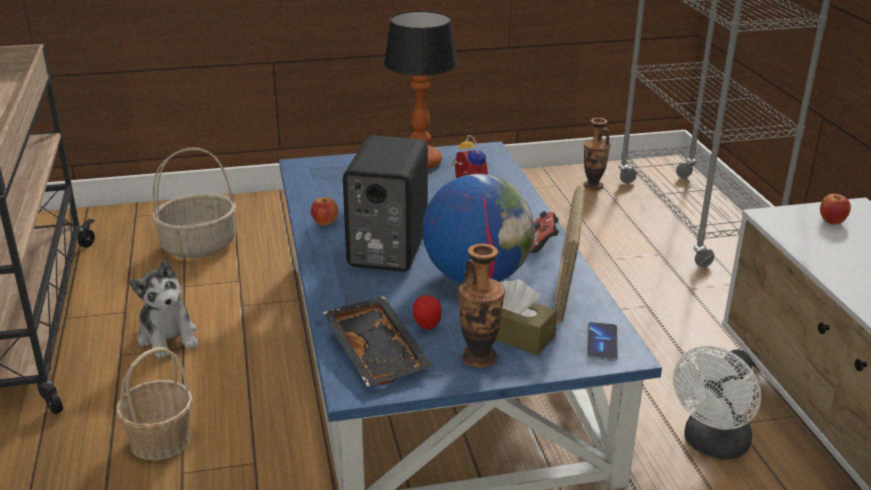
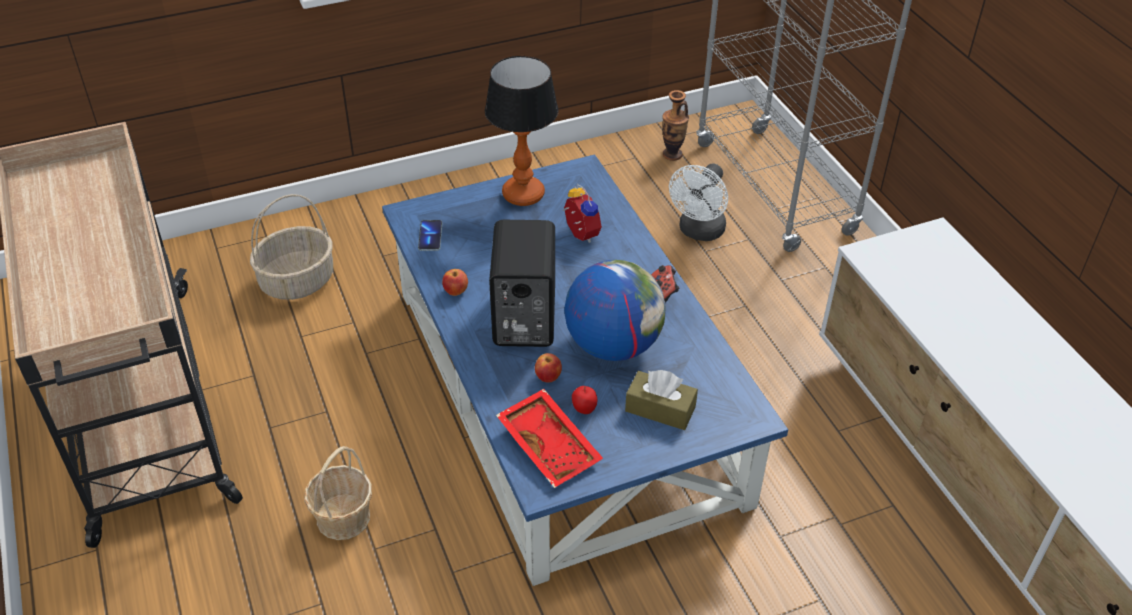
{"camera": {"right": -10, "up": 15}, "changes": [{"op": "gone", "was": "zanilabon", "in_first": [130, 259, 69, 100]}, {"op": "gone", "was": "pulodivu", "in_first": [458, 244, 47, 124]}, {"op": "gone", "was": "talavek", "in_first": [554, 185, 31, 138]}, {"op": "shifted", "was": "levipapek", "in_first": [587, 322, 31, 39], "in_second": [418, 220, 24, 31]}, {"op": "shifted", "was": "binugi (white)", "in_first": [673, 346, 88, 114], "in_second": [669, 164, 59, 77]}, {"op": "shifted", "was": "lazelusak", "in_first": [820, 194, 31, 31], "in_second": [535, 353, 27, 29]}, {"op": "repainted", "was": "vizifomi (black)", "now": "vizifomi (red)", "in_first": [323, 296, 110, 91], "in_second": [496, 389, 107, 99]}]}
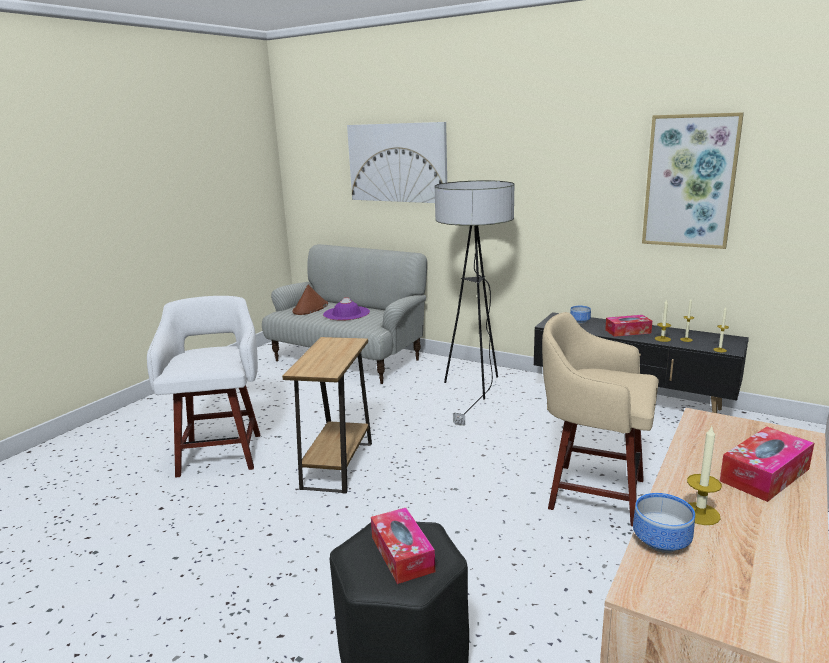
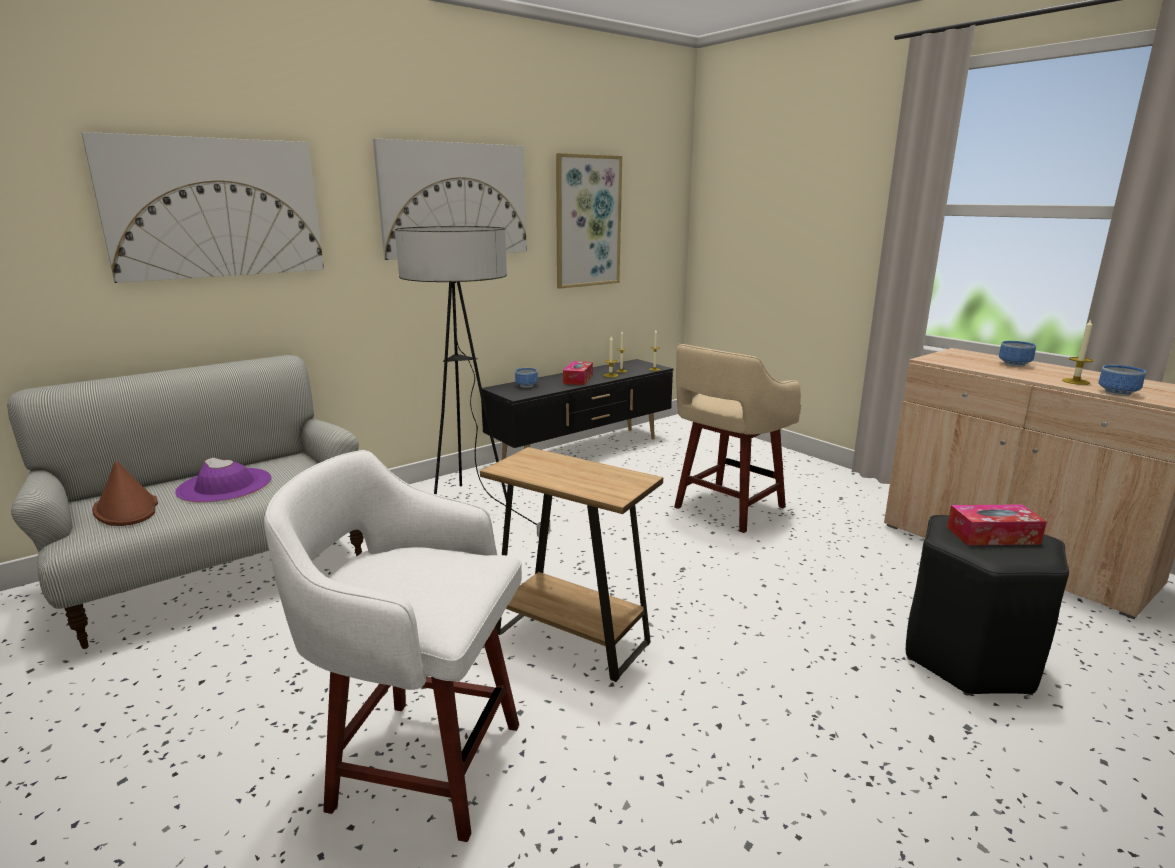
{"camera": {"right": -70, "up": 0}, "changes": [{"op": "new", "now": "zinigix", "in_second": [373, 138, 154, 122]}, {"op": "swapped", "was": "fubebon", "now": "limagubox", "in_first": [720, 427, 94, 75], "in_second": [999, 341, 37, 26]}]}
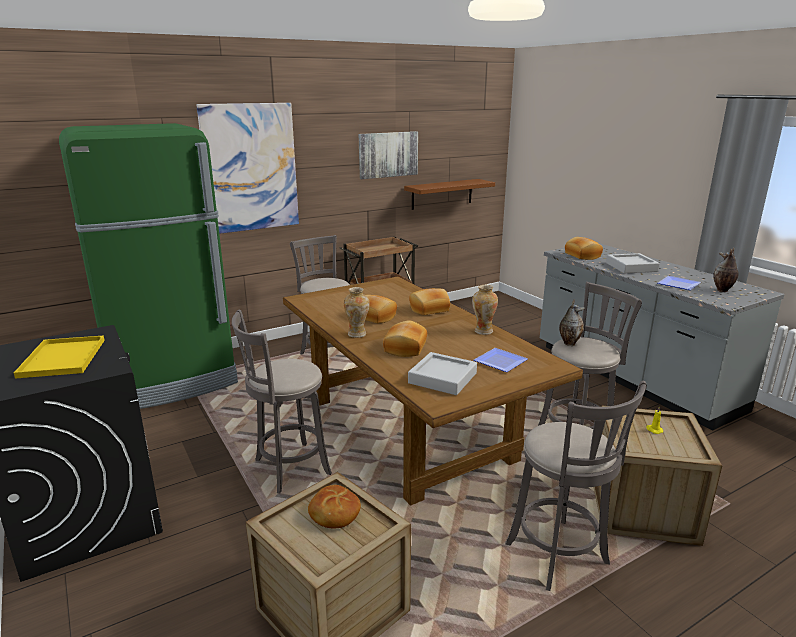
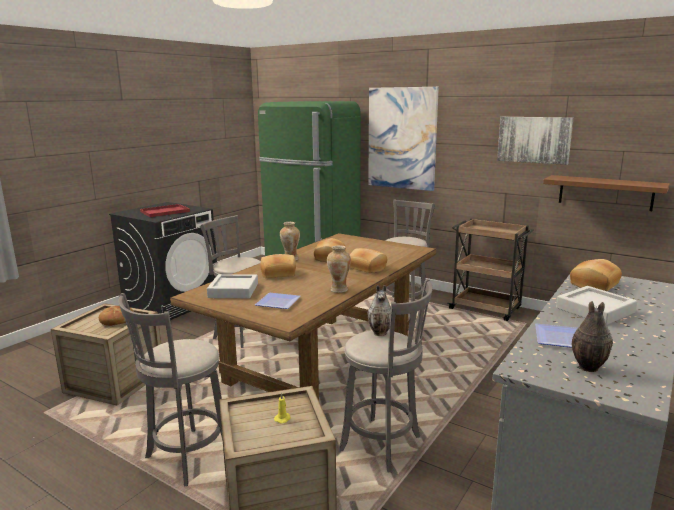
{"camera": {"right": 65, "up": -5}, "changes": [{"op": "repainted", "was": "vizifomi (yellow)", "now": "vizifomi (red)", "in_first": [14, 335, 91, 44], "in_second": [140, 204, 50, 13]}]}
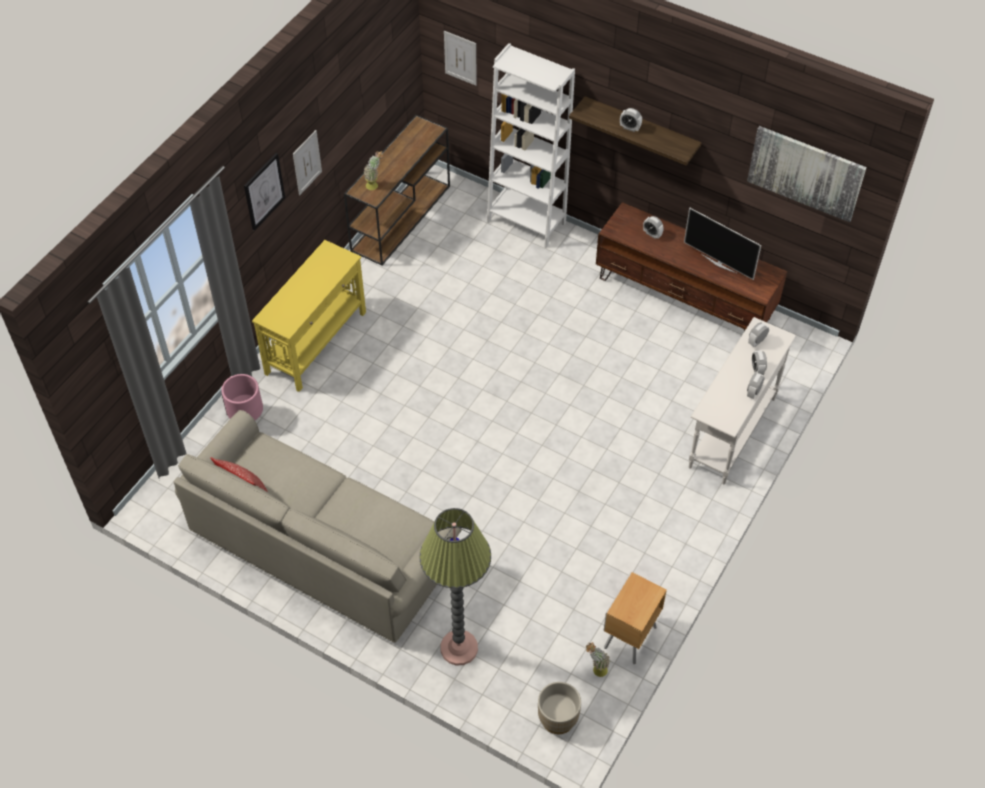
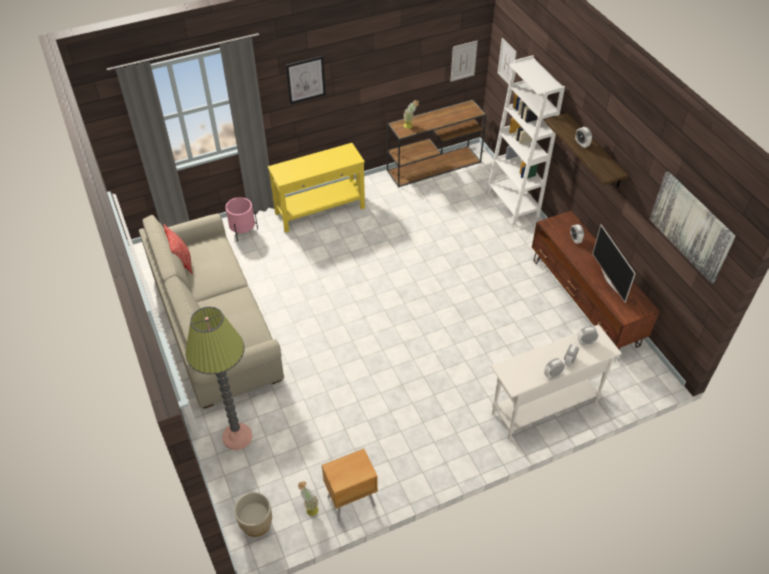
{"camera": {"right": 35, "up": -5}, "changes": [{"op": "shifted", "was": "zinigix", "in_first": [293, 130, 29, 65], "in_second": [451, 41, 27, 41]}]}
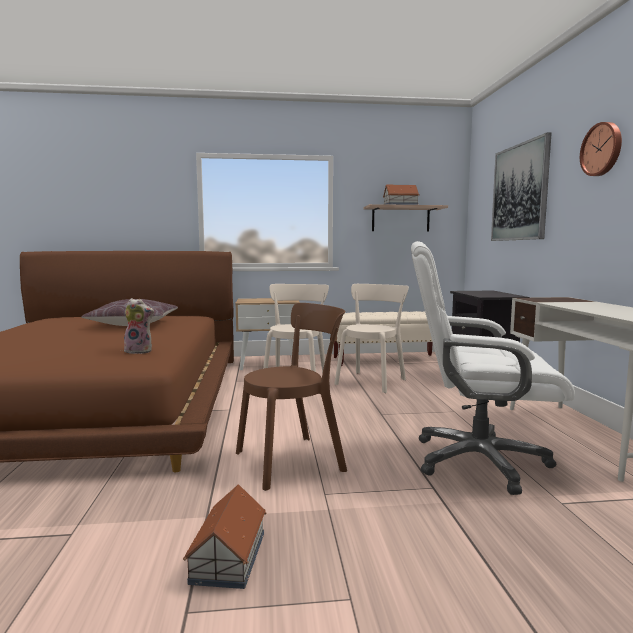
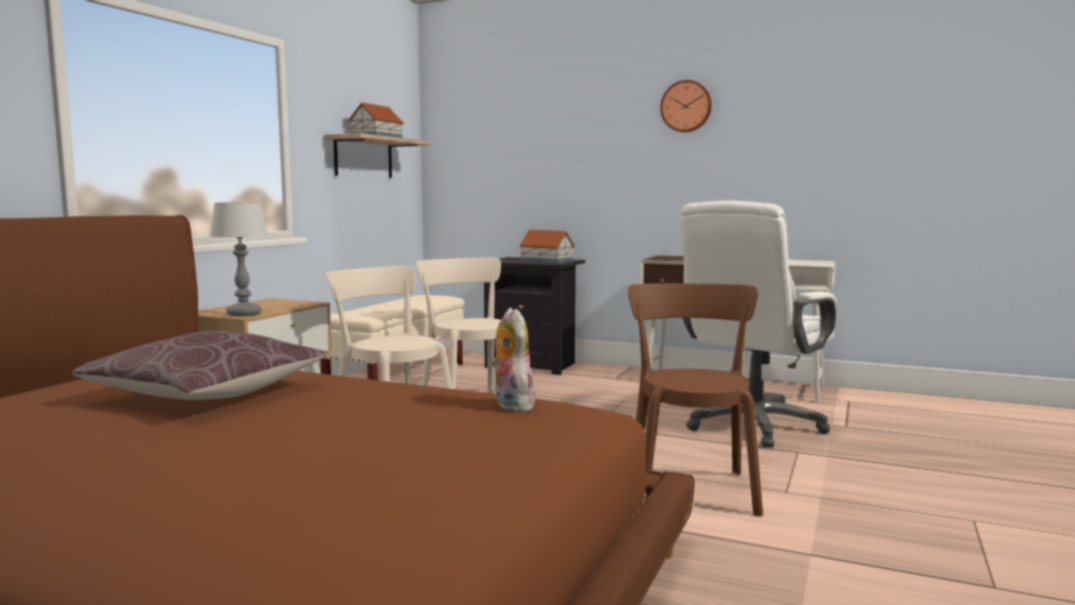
{"camera": {"right": -60, "up": 0}, "changes": [{"op": "gone", "was": "zinigix", "in_first": [491, 132, 60, 109]}, {"op": "new", "now": "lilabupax", "in_second": [210, 202, 58, 114]}, {"op": "shifted", "was": "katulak", "in_first": [183, 484, 83, 105], "in_second": [520, 230, 55, 33]}, {"op": "rotated", "was": "zanilabon", "in_first": [124, 298, 30, 56], "in_second": [490, 308, 45, 104], "clockwise": -60}]}
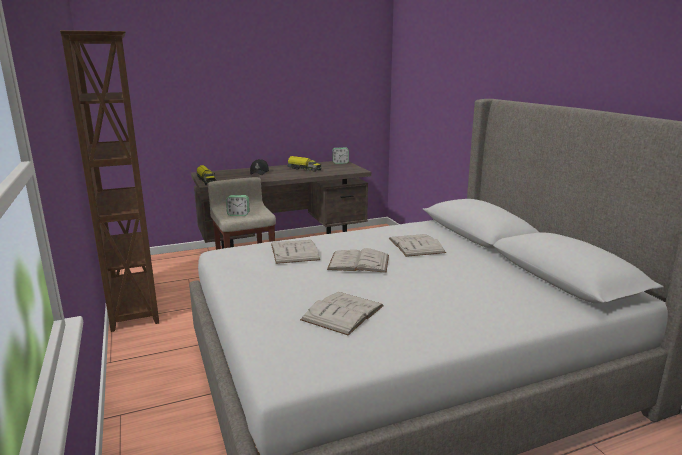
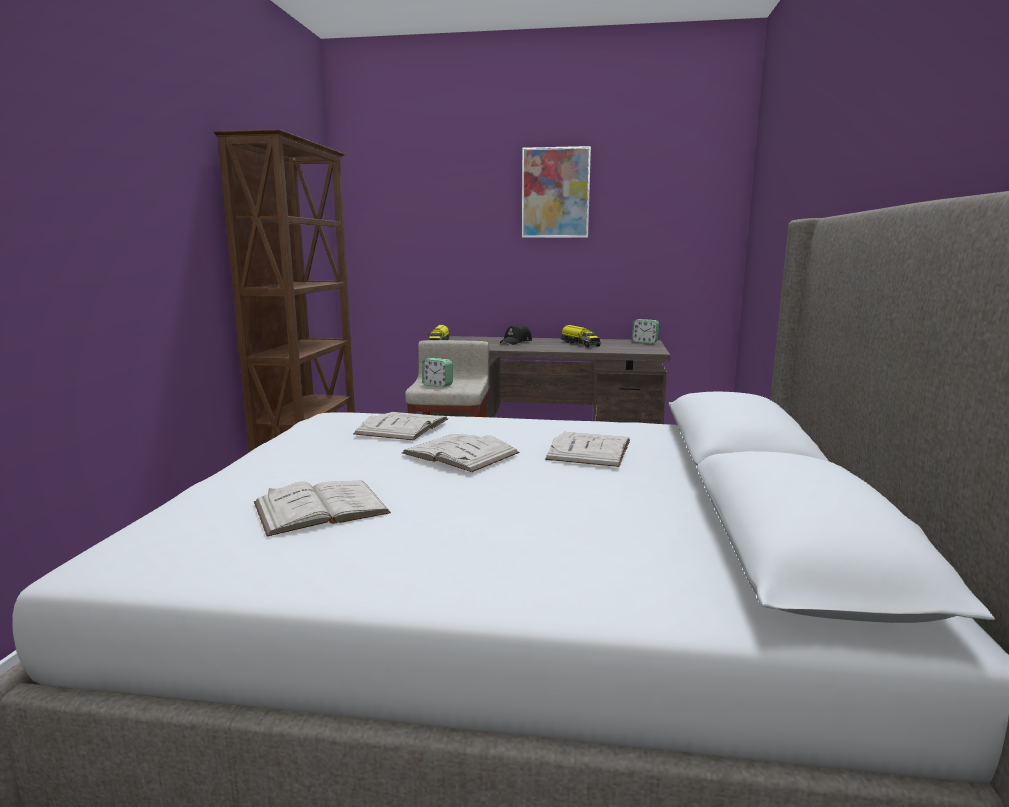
{"camera": {"right": 30, "up": -5}, "changes": [{"op": "new", "now": "zinigix", "in_second": [522, 146, 69, 92]}]}
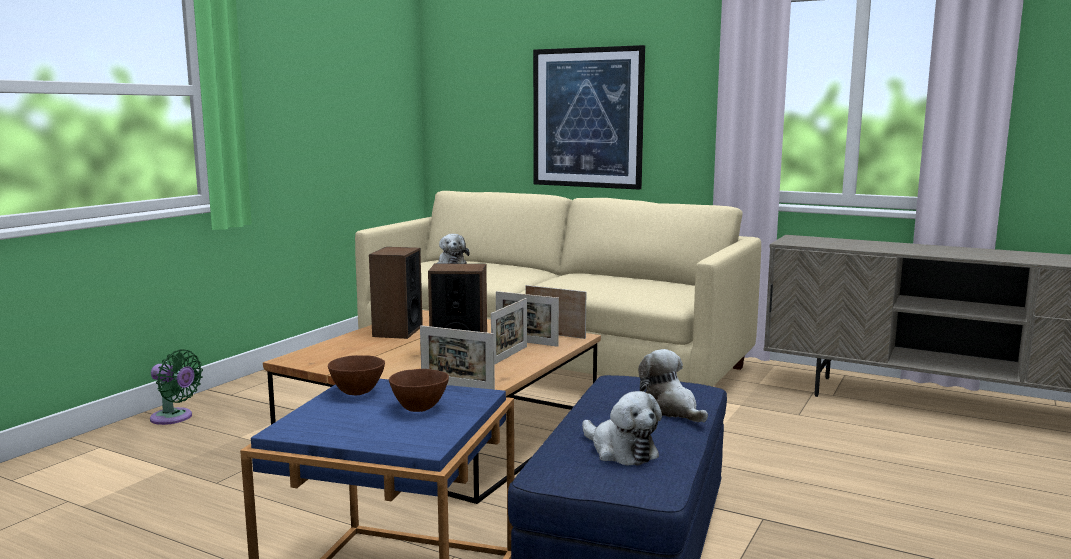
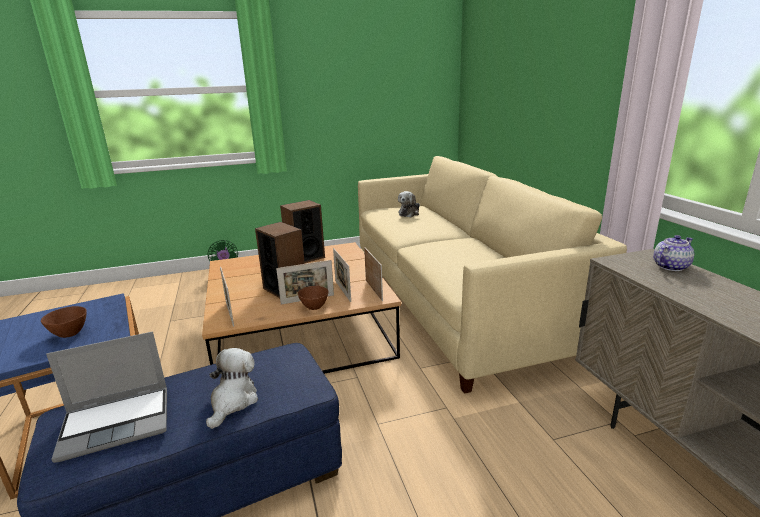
{"camera": {"right": 45, "up": 10}, "changes": [{"op": "gone", "was": "zinigix", "in_first": [533, 45, 112, 145]}, {"op": "new", "now": "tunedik", "in_second": [653, 235, 41, 36]}, {"op": "shifted", "was": "limagubox (brown)", "in_first": [328, 355, 57, 40], "in_second": [298, 286, 30, 24]}, {"op": "swapped", "was": "zanilabon", "now": "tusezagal", "in_first": [582, 391, 80, 75], "in_second": [46, 331, 121, 132]}]}
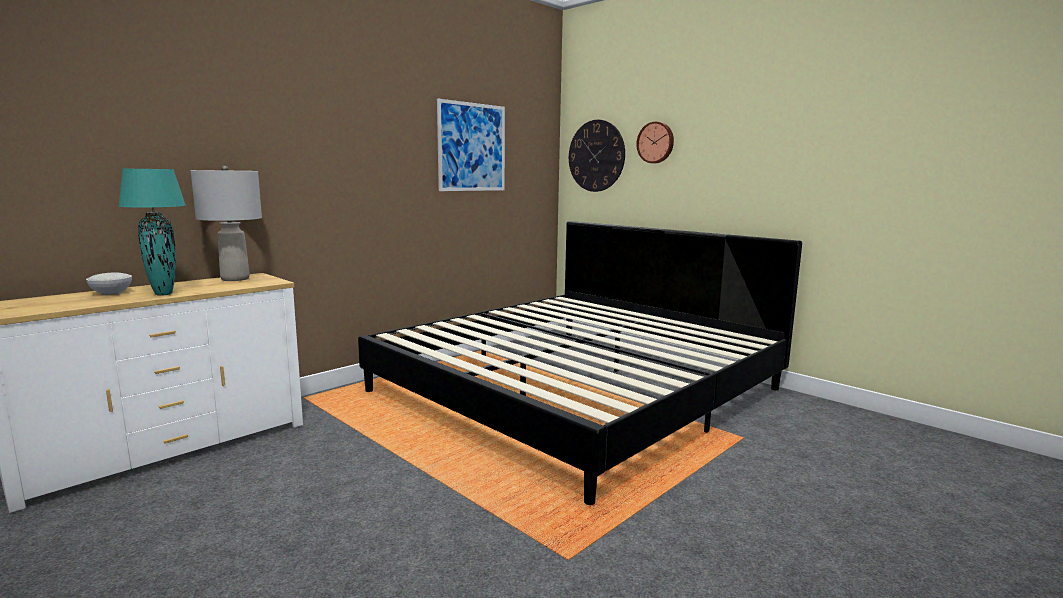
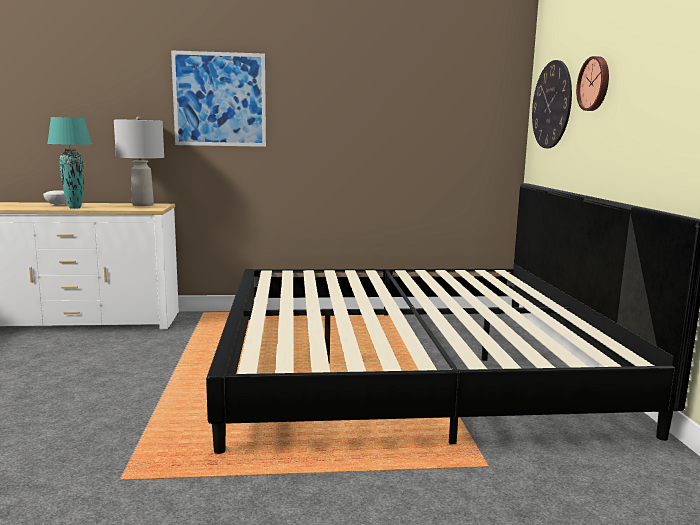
{"camera": {"right": 40, "up": 0}, "changes": [{"op": "shifted", "was": "zinigix", "in_first": [437, 99, 68, 92], "in_second": [171, 50, 95, 97]}]}
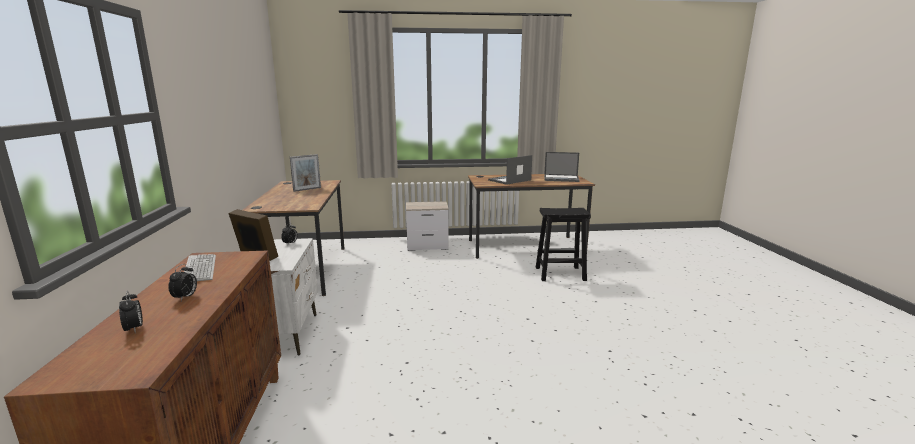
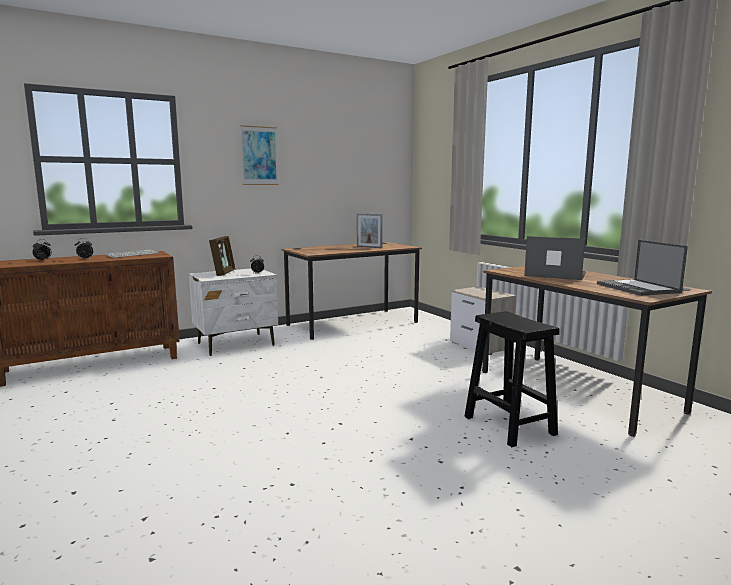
{"camera": {"right": 65, "up": -5}, "changes": [{"op": "new", "now": "zinigix", "in_second": [240, 125, 39, 60]}]}
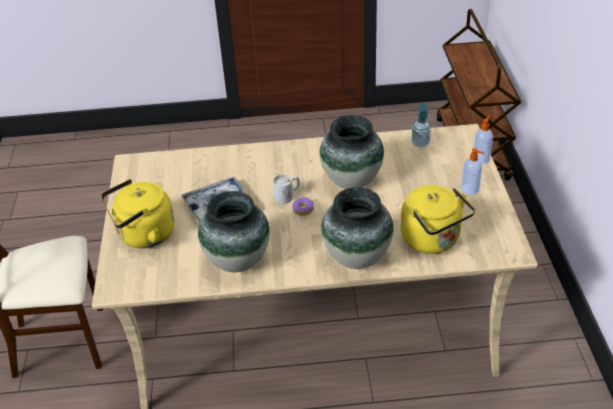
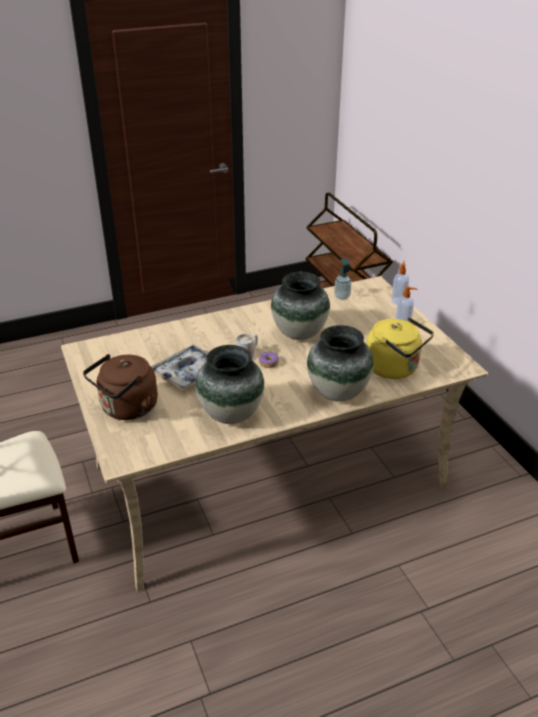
{"camera": {"right": -20, "up": -5}, "changes": [{"op": "repainted", "was": "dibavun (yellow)", "now": "dibavun (brown)", "in_first": [101, 179, 73, 69], "in_second": [83, 354, 75, 66]}]}
